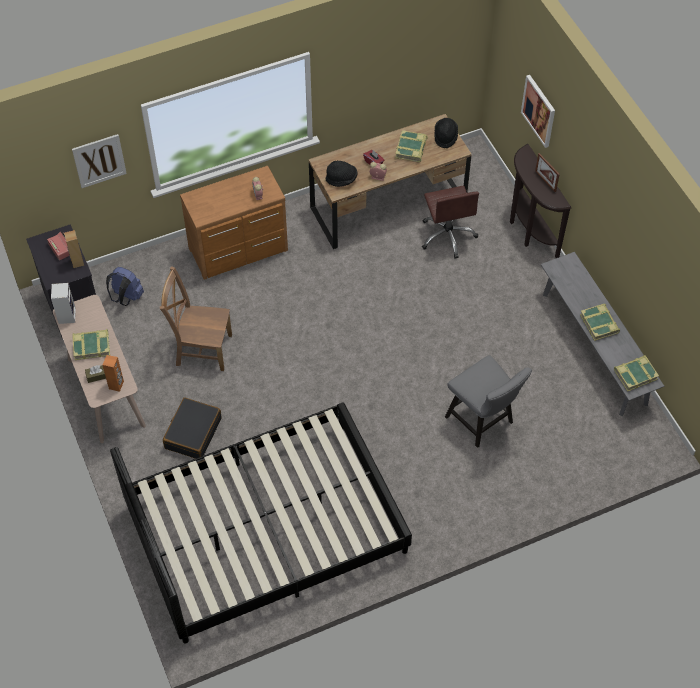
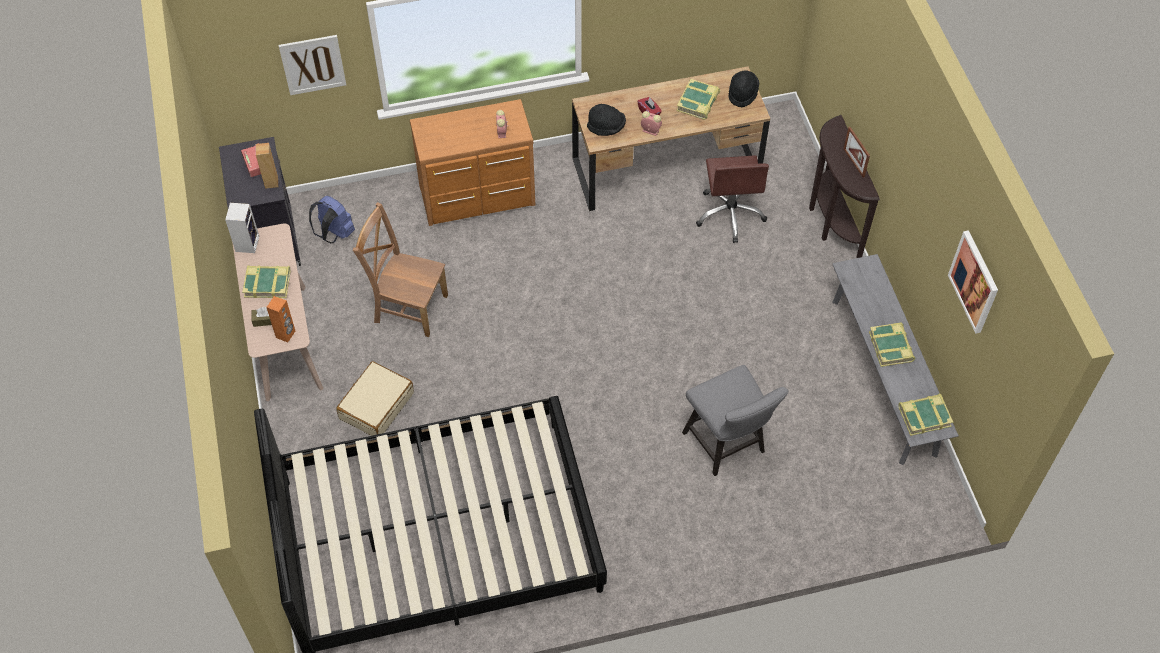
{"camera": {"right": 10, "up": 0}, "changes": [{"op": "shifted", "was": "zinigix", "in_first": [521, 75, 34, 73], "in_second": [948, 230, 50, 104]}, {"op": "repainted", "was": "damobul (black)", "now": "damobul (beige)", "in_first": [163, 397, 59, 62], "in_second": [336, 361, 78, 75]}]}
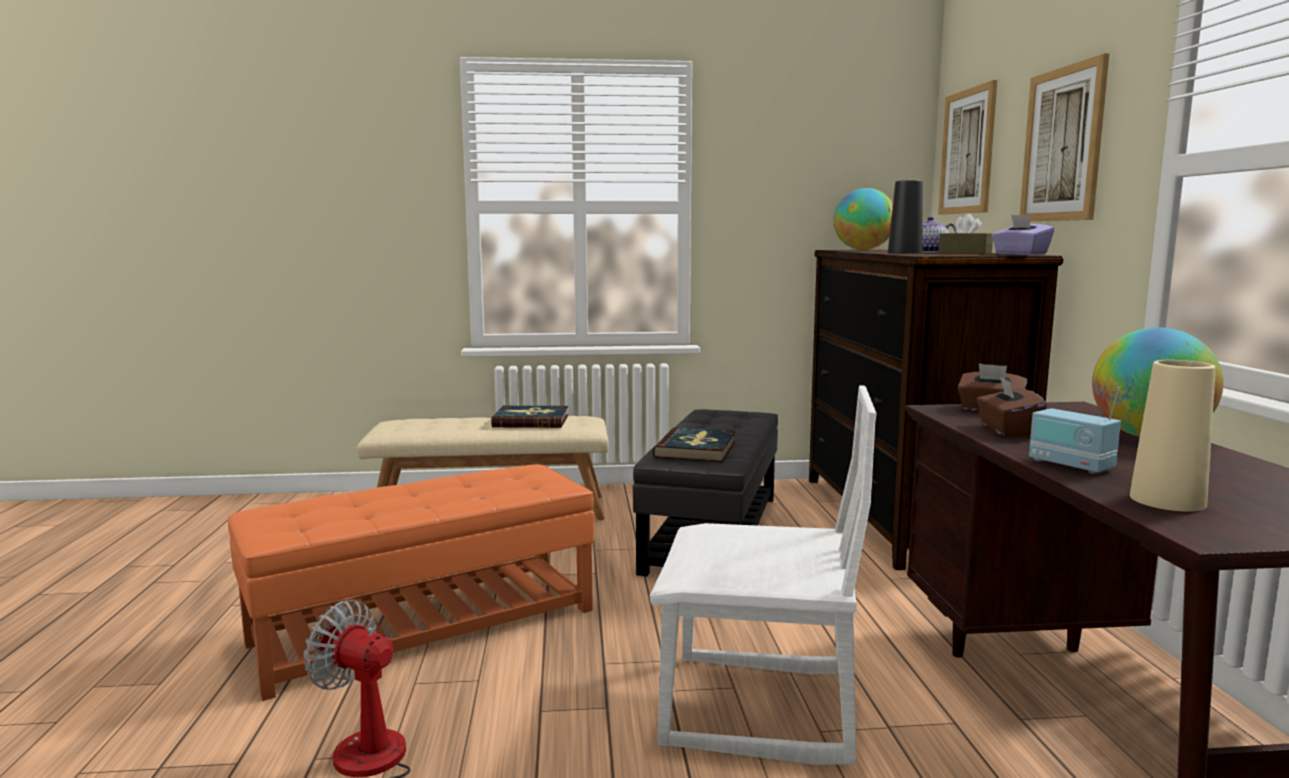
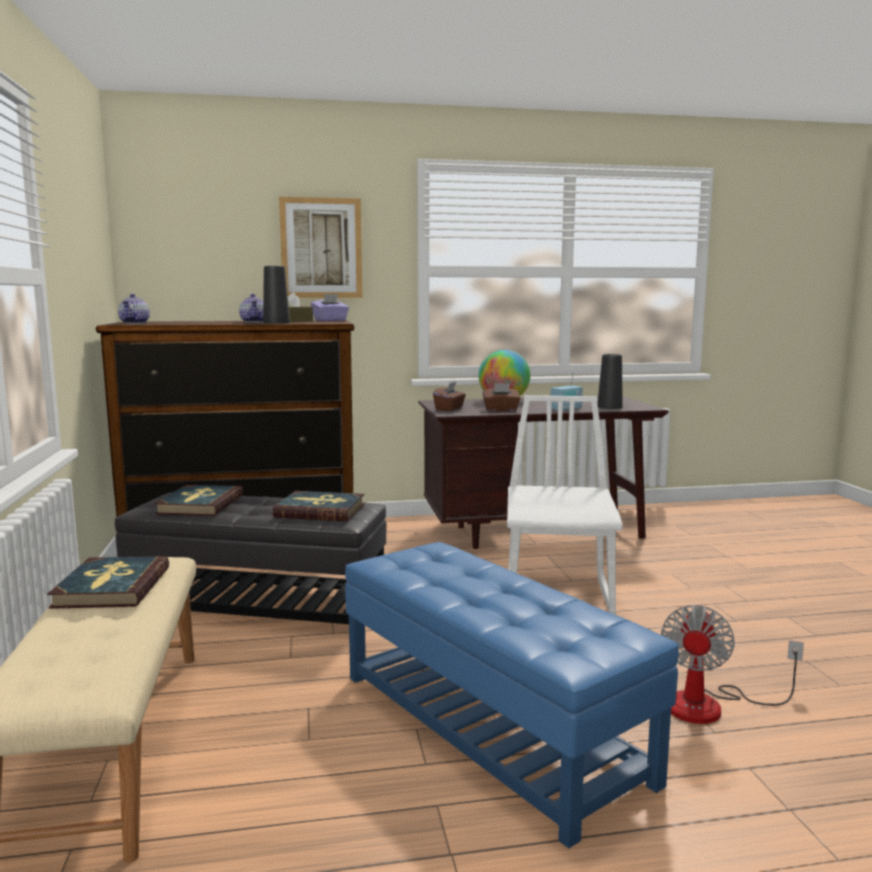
{"camera": {"right": -95, "up": 0}, "changes": [{"op": "gone", "was": "zinigix", "in_first": [938, 80, 59, 135]}, {"op": "new", "now": "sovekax", "in_second": [154, 485, 89, 31]}, {"op": "swapped", "was": "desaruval", "now": "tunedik", "in_first": [833, 188, 60, 62], "in_second": [118, 294, 32, 30]}, {"op": "repainted", "was": "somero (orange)", "now": "somero (blue)", "in_first": [228, 464, 366, 237], "in_second": [345, 542, 334, 306]}, {"op": "repainted", "was": "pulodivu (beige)", "now": "pulodivu (black)", "in_first": [1130, 360, 85, 152], "in_second": [598, 354, 25, 55]}]}
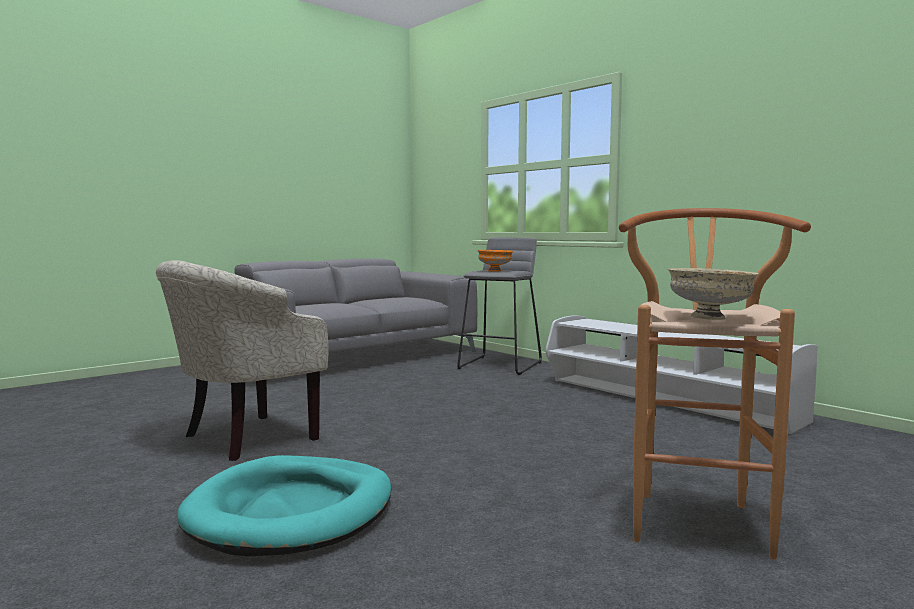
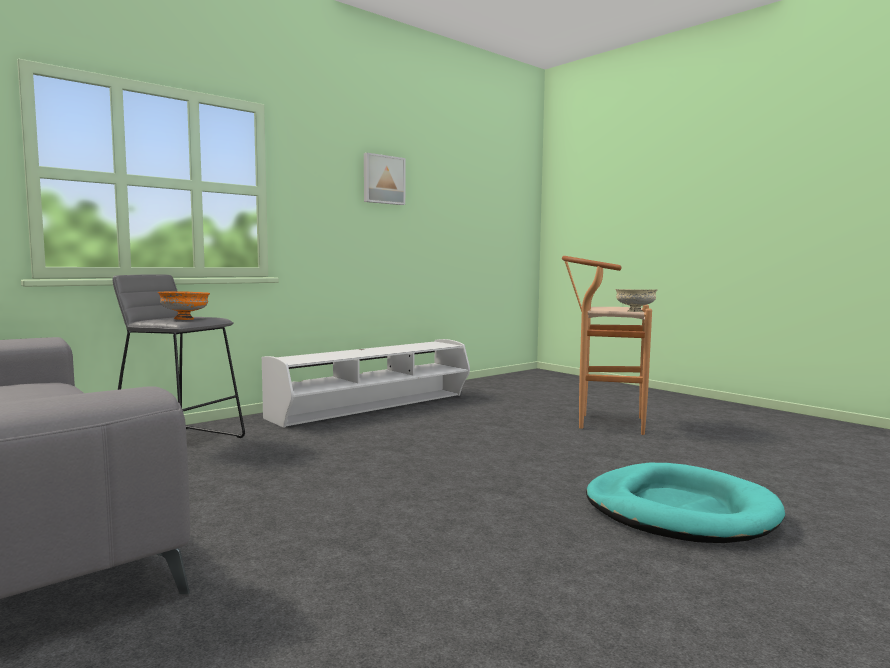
{"camera": {"right": -90, "up": 0}, "changes": [{"op": "gone", "was": "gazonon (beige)", "in_first": [156, 260, 172, 201]}, {"op": "new", "now": "zinigix", "in_second": [364, 153, 41, 52]}]}
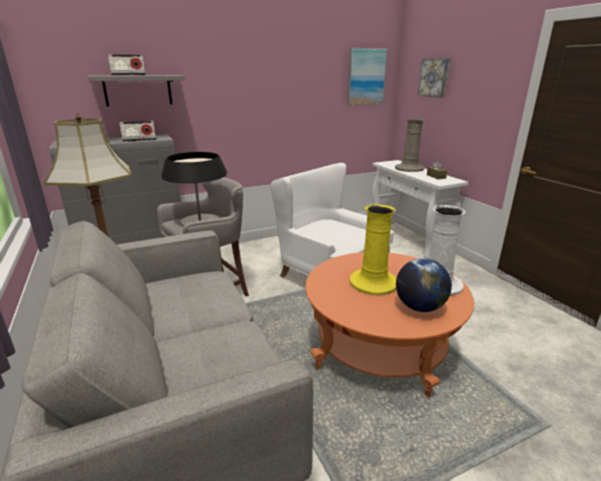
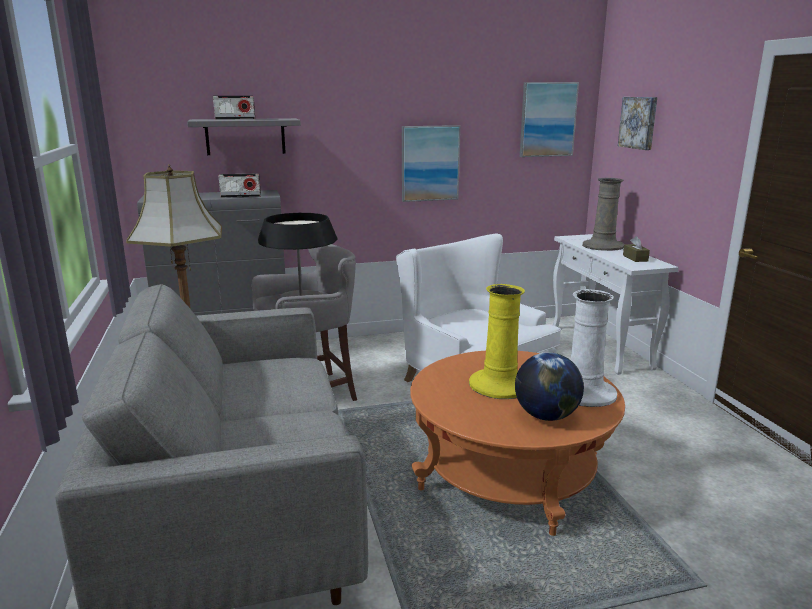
{"camera": {"right": 10, "up": -5}, "changes": [{"op": "new", "now": "zinigix", "in_second": [402, 125, 58, 77]}]}
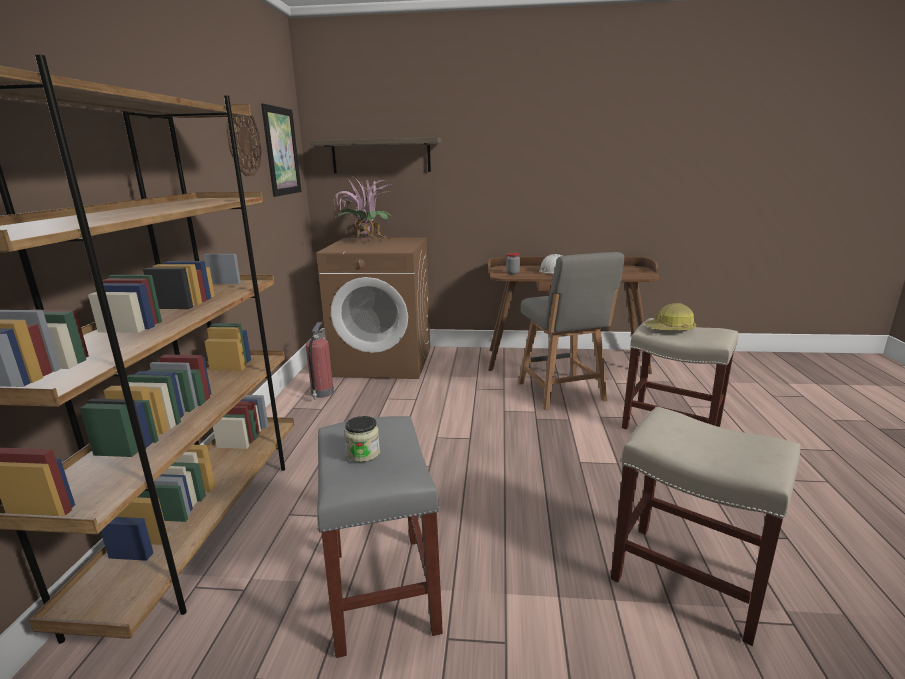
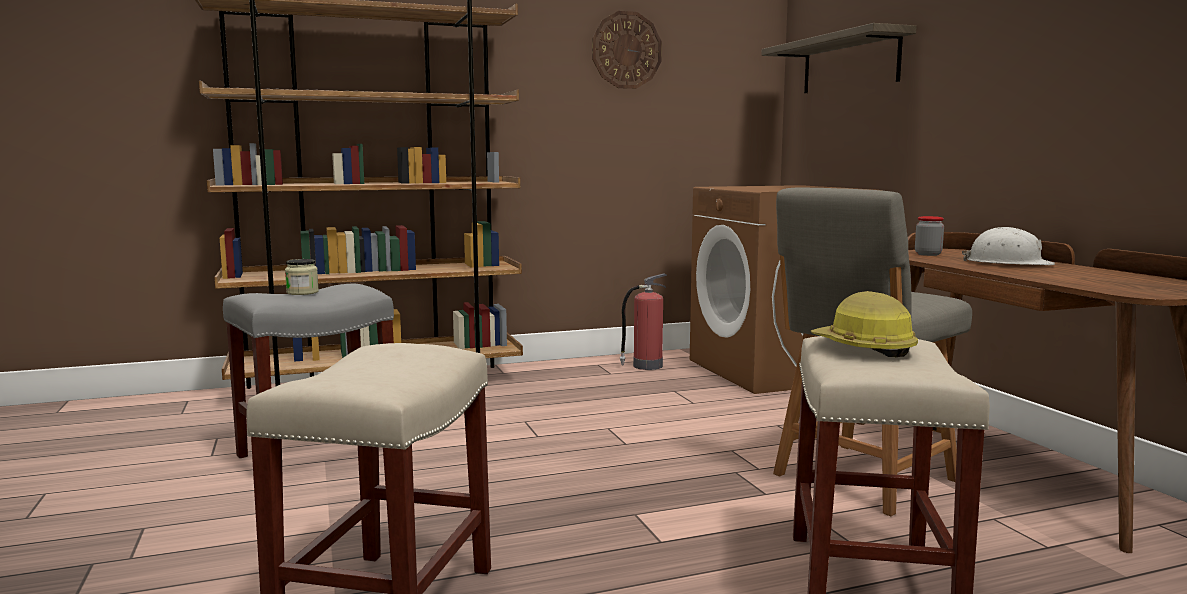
{"camera": {"right": 65, "up": -10}, "changes": [{"op": "gone", "was": "zinigix", "in_first": [261, 103, 40, 94]}, {"op": "gone", "was": "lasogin", "in_first": [334, 177, 58, 61]}]}
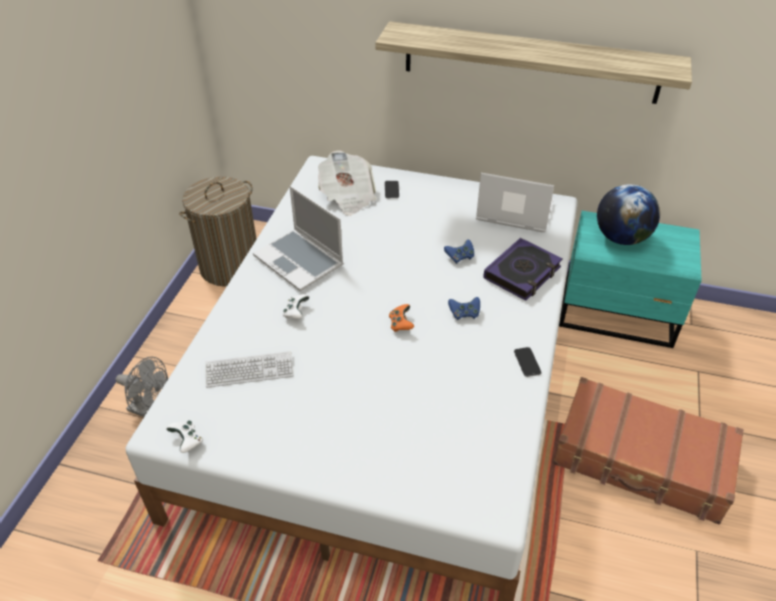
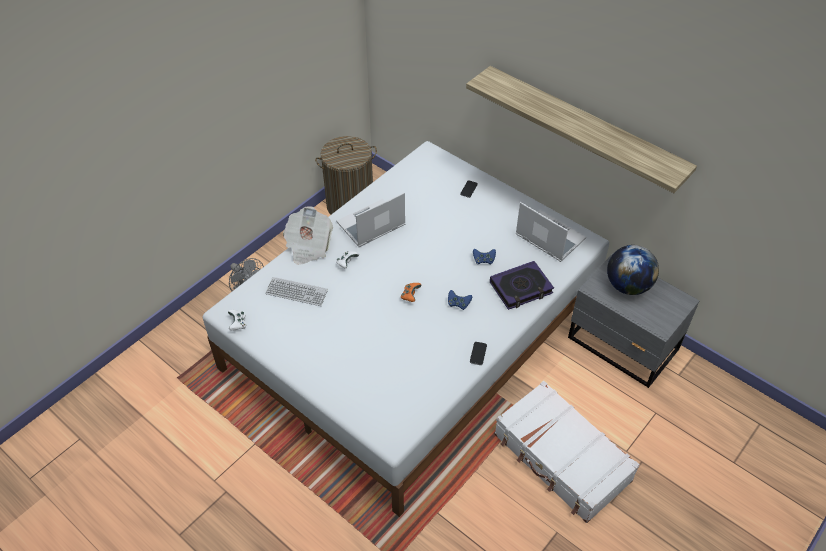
{"camera": {"right": 25, "up": 5}, "changes": [{"op": "shifted", "was": "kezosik", "in_first": [318, 150, 59, 66], "in_second": [283, 206, 50, 59]}, {"op": "repainted", "was": "damobul (brown)", "now": "damobul (white)", "in_first": [553, 377, 191, 147], "in_second": [494, 381, 146, 142]}, {"op": "repainted", "was": "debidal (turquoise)", "now": "debidal (grey)", "in_first": [559, 211, 143, 137], "in_second": [568, 253, 132, 135]}, {"op": "rotated", "was": "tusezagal", "in_first": [253, 186, 91, 105], "in_second": [337, 192, 69, 55], "clockwise": 75}]}
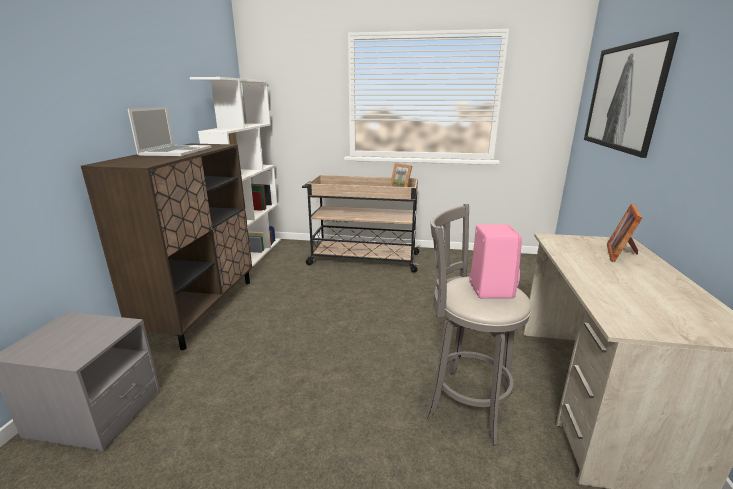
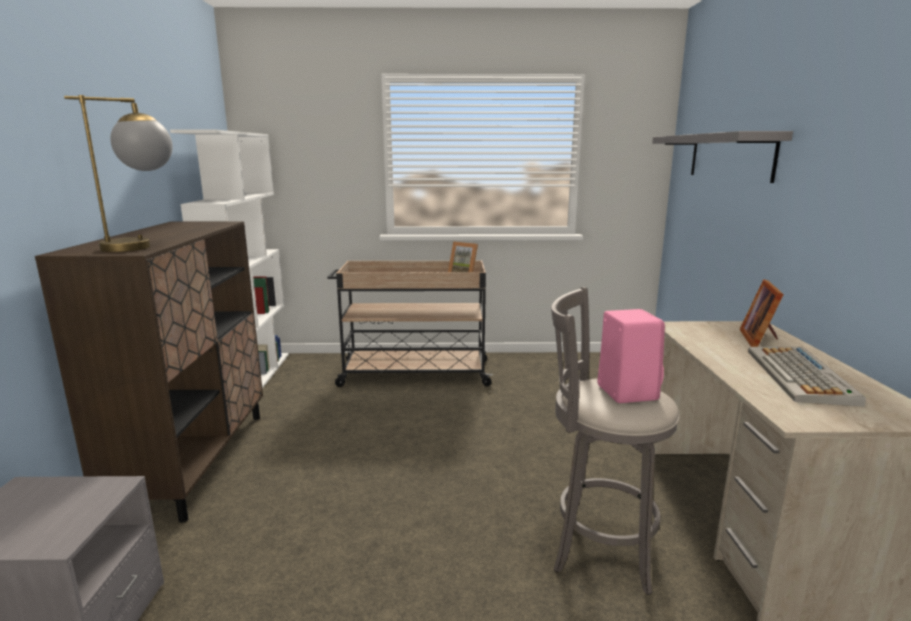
{"camera": {"right": -10, "up": -5}, "changes": [{"op": "gone", "was": "tusezagal", "in_first": [128, 107, 83, 49]}, {"op": "new", "now": "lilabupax", "in_second": [64, 95, 109, 157]}, {"op": "new", "now": "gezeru", "in_second": [748, 347, 118, 60]}, {"op": "swapped", "was": "zinigix", "now": "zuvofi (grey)", "in_first": [584, 32, 95, 126], "in_second": [652, 131, 141, 52]}]}
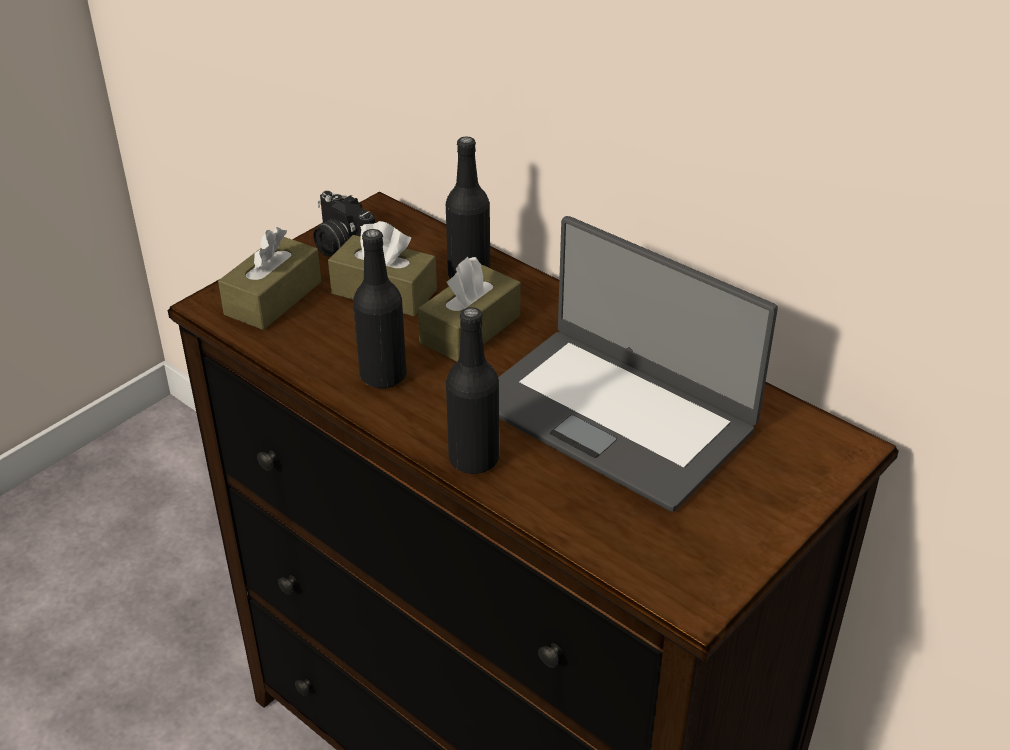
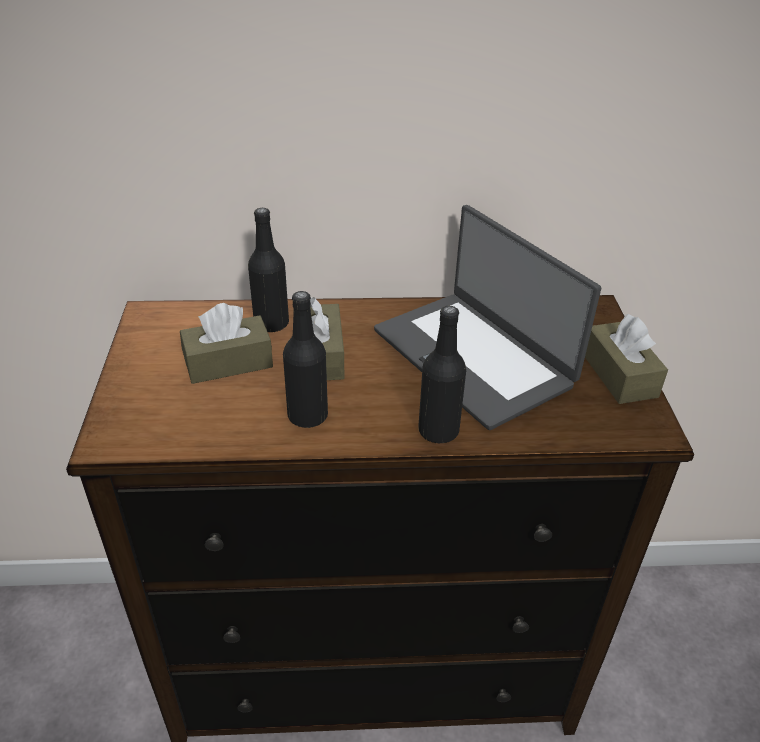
{"camera": {"right": -45, "up": 0}, "changes": [{"op": "gone", "was": "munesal", "in_first": [313, 191, 62, 65]}, {"op": "shifted", "was": "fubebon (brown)", "in_first": [218, 227, 103, 103], "in_second": [585, 314, 83, 90]}, {"op": "rotated", "was": "tusezagal", "in_first": [498, 216, 280, 296], "in_second": [374, 205, 227, 225], "clockwise": 60}]}
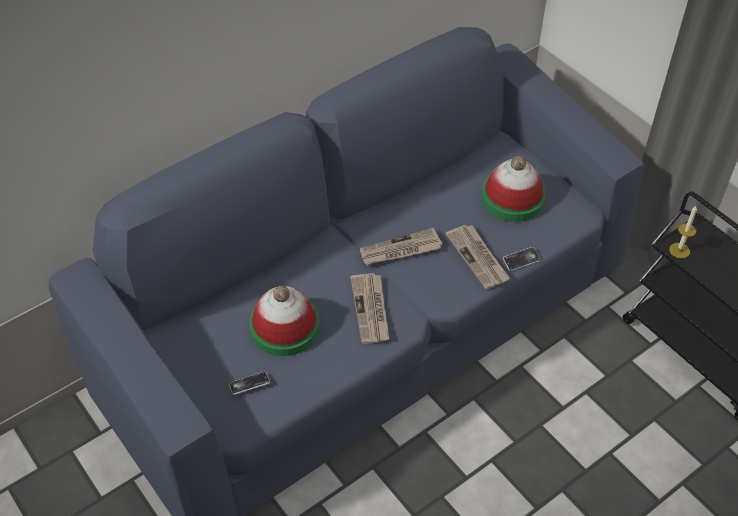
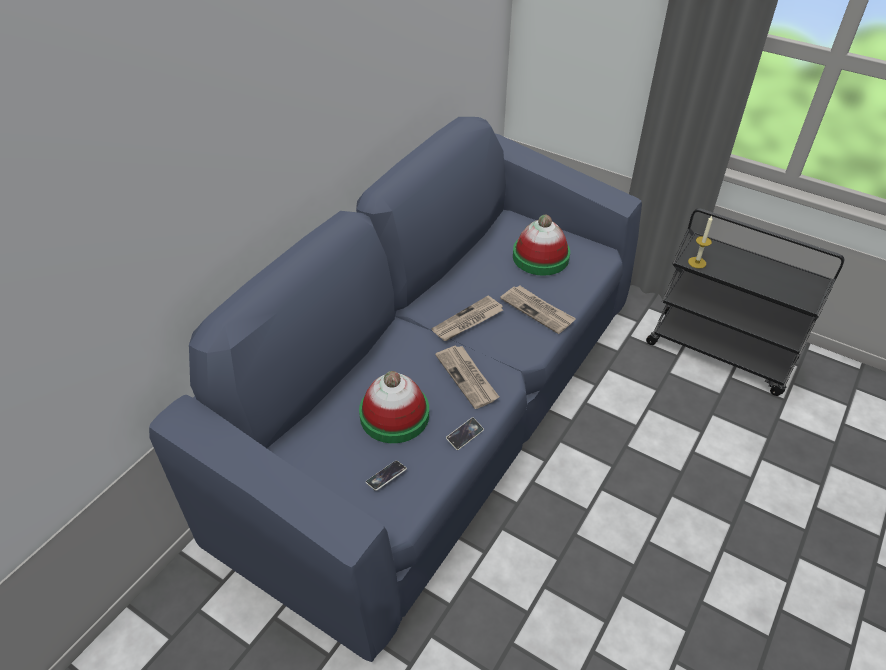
{"camera": {"right": -20, "up": -5}, "changes": [{"op": "shifted", "was": "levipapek", "in_first": [503, 247, 37, 24], "in_second": [446, 417, 38, 33]}]}
